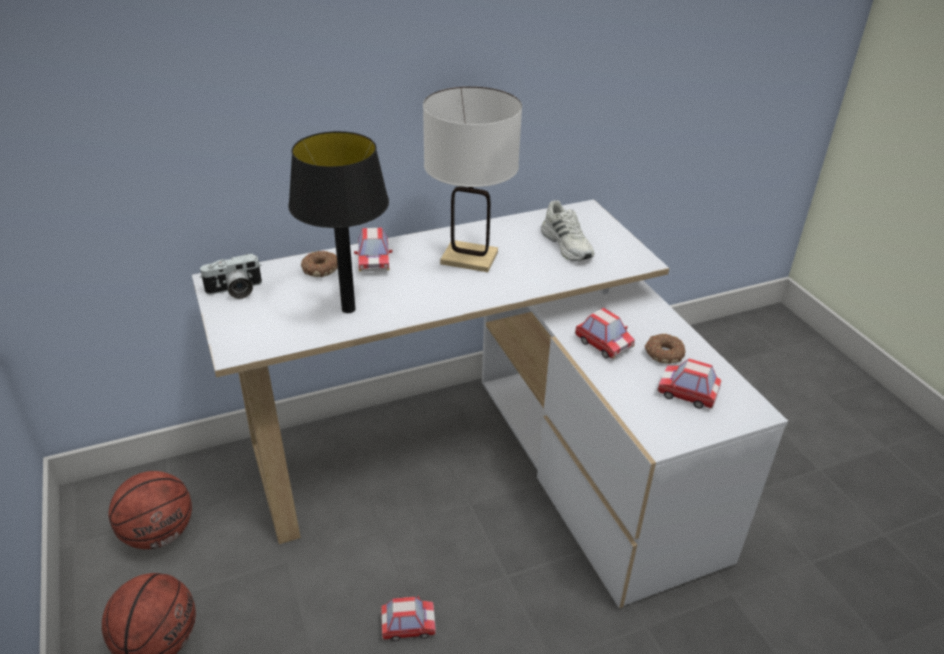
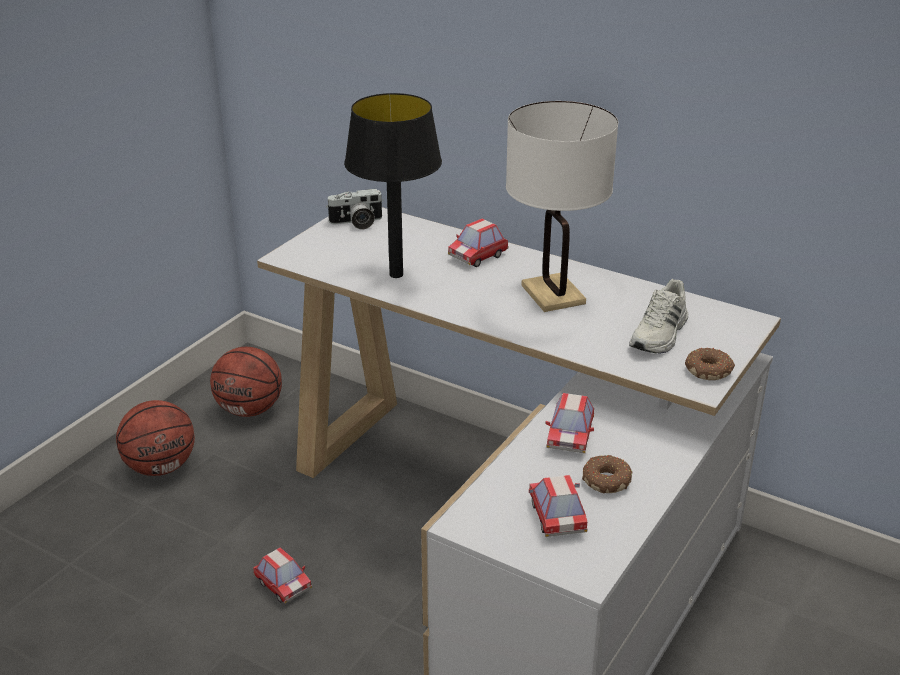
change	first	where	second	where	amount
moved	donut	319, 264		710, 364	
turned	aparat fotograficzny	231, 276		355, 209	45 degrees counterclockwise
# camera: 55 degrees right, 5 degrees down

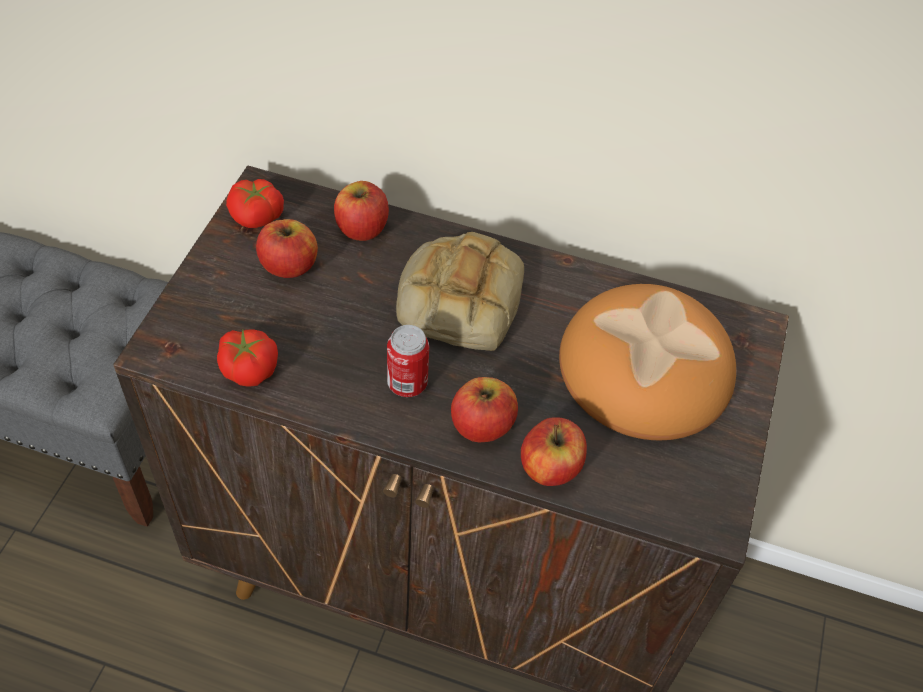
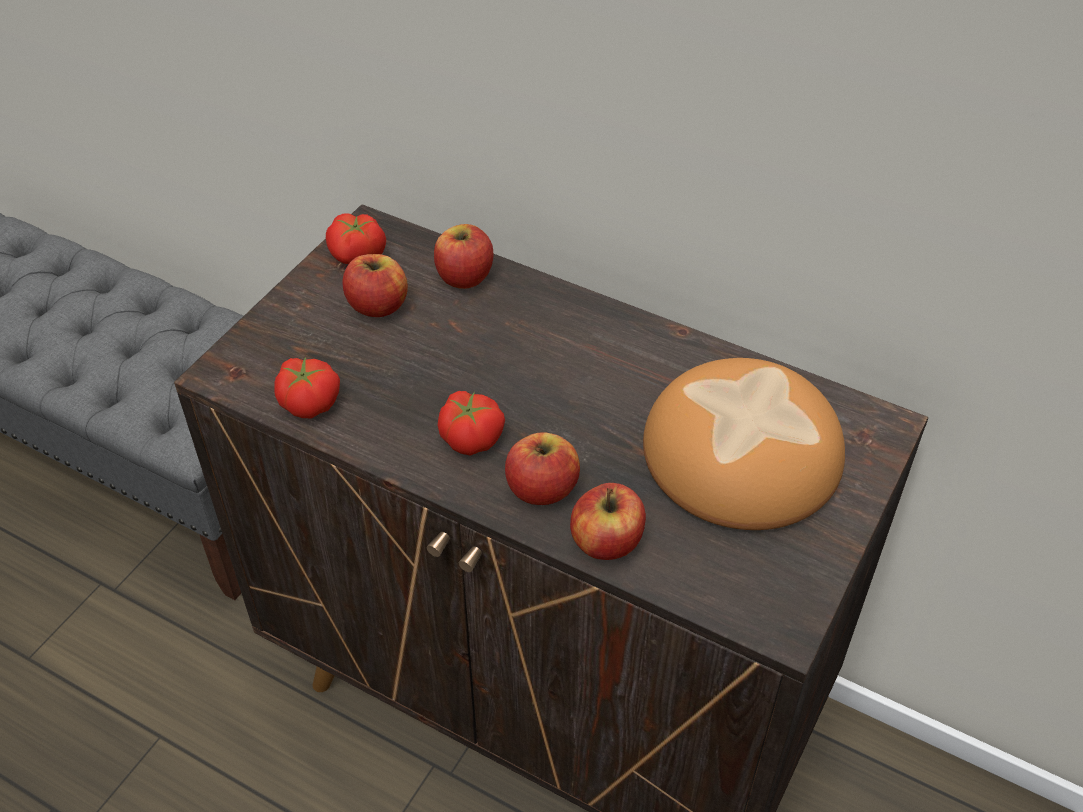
change	first	where	second	where	amount
removed	chleb	460, 291			
replaced	puszka	408, 361	pomidor	471, 423	
# camera: 15 degrees right, 5 degrees down

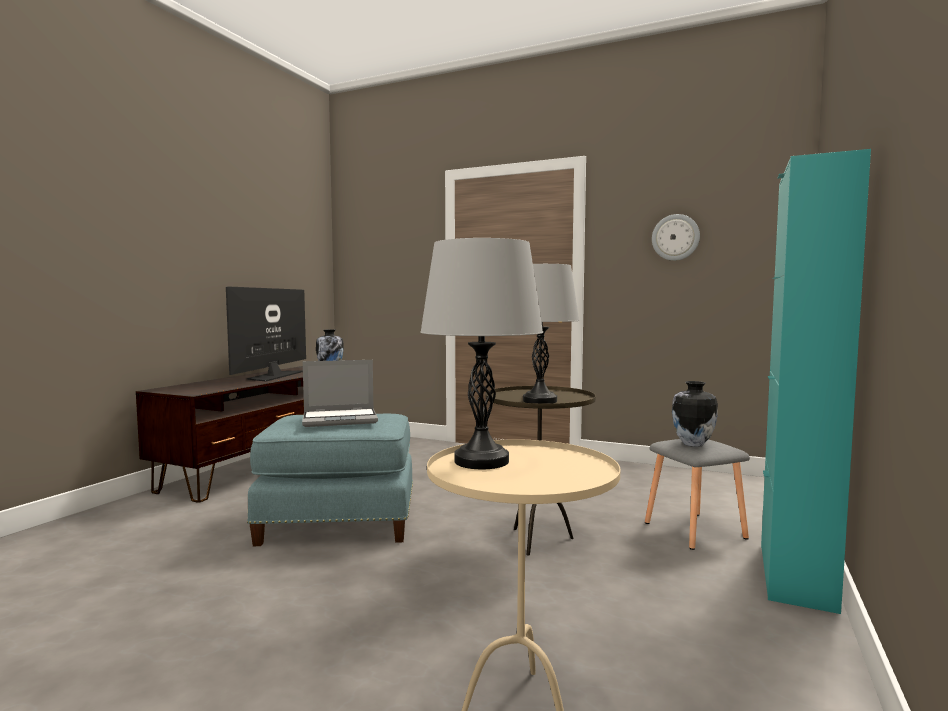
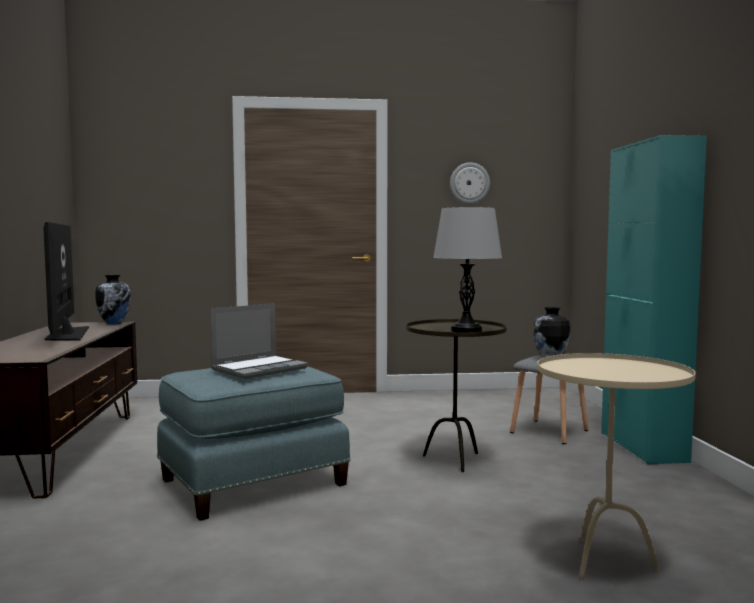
change	first	where	second	where	amount
removed	lampa stołowa/szary	481, 353			
# camera: 30 degrees left, 0 degrees up

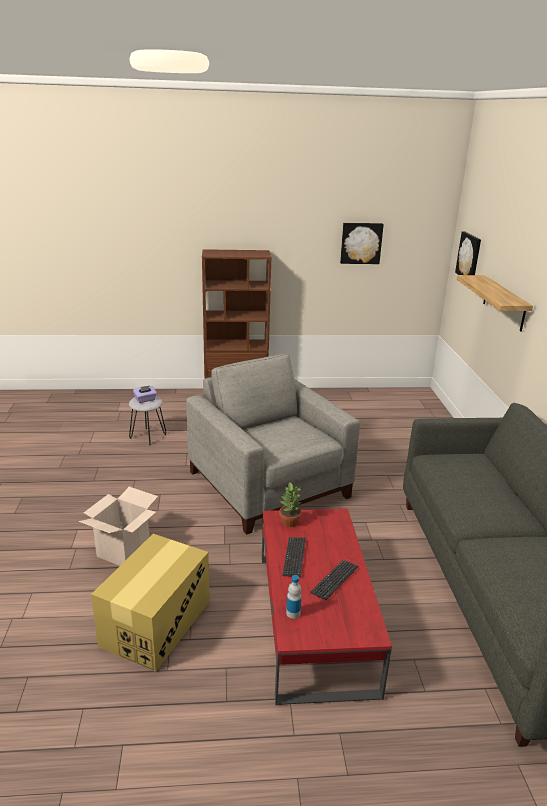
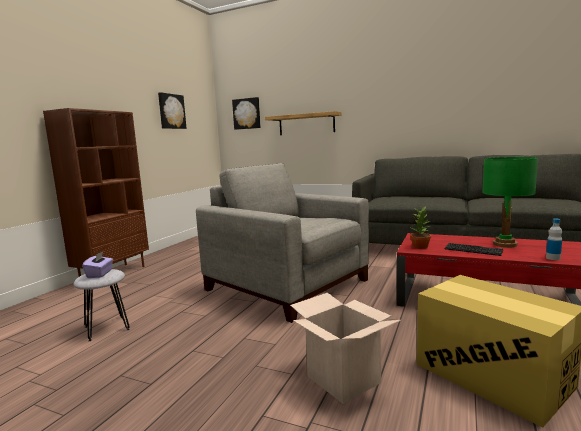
change	first	where	second	where	amount
turned	fotel/szary	273, 444		282, 243	45 degrees clockwise
replaced	klawiatura	334, 580	lampa stołowa/zielony	510, 202	
# camera: 60 degrees left, 15 degrees down

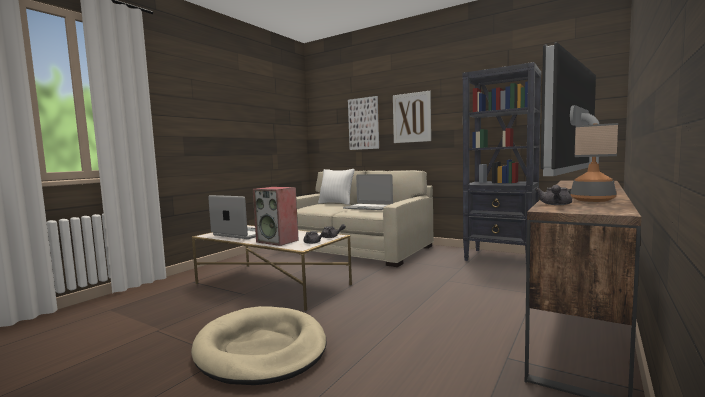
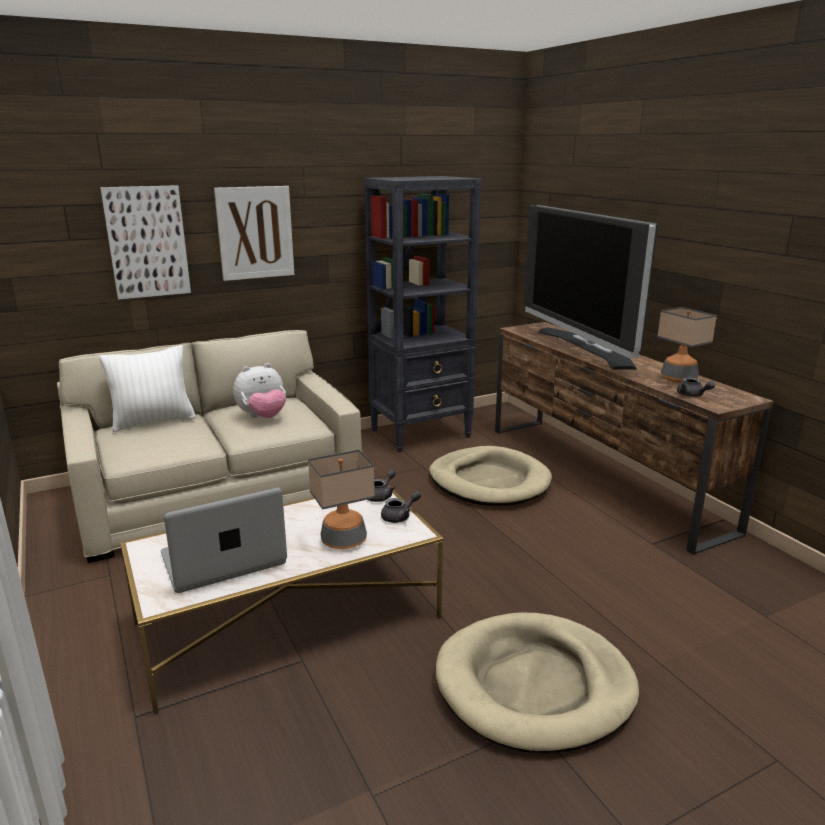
change	first	where	second	where	amount
replaced	laptop	368, 192	pluszak	259, 390	
replaced	głośnik	276, 216	lampa stołowa	341, 499	
added			legowisko/beżowy	490, 476	
# camera: 60 degrees left, 15 degrees up

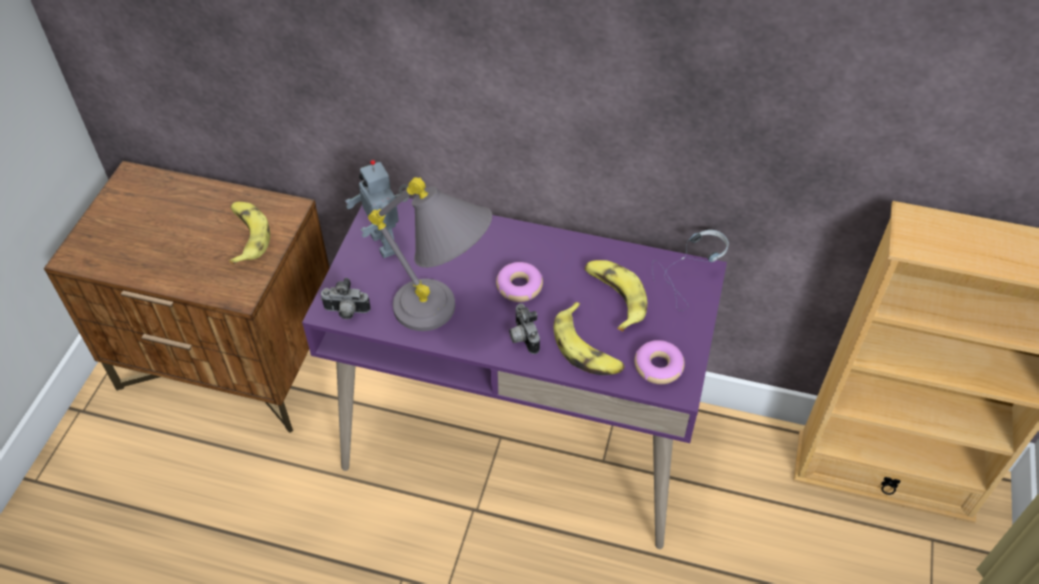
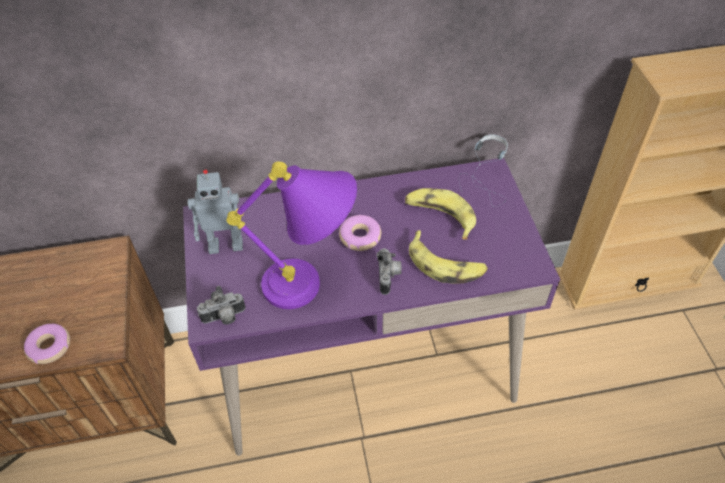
change	first	where	second	where	amount
turned	robot zabawkowy	377, 209		215, 211	45 degrees counterclockwise
recoloured	lampa stołowa/szary	430, 254	lampa stołowa/fioletowy	292, 235	
removed	banan	249, 233			
turned	aparat fotograficzny	524, 328		389, 271	135 degrees counterclockwise
moved	donut	660, 362		47, 344	
# camera: 25 degrees left, 0 degrees up

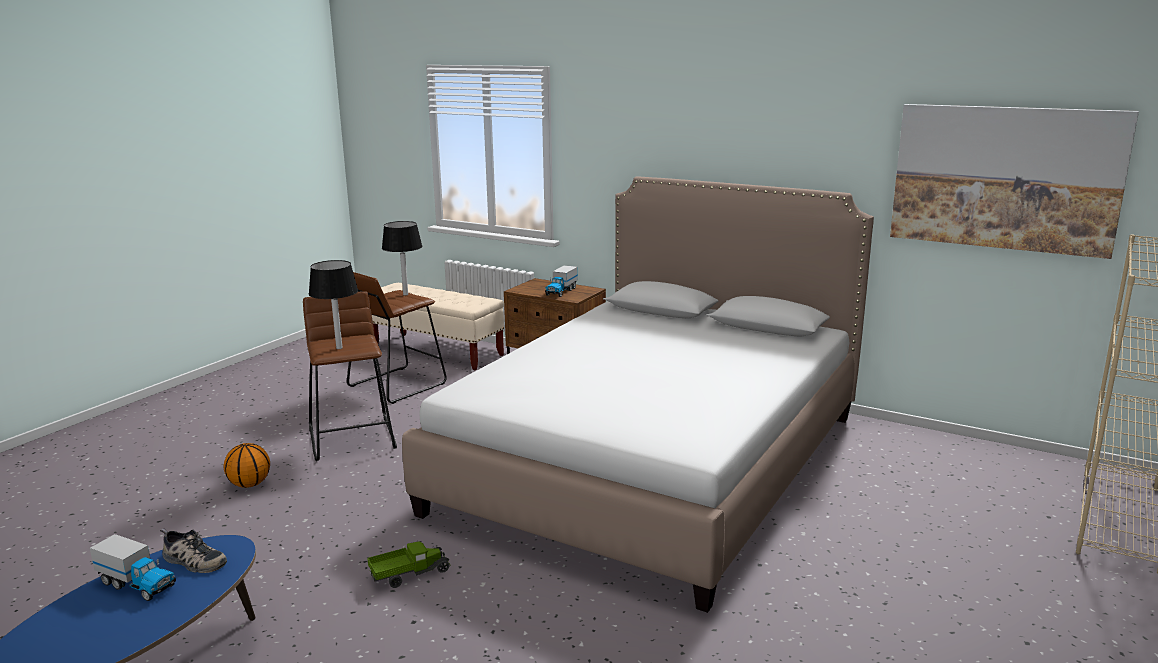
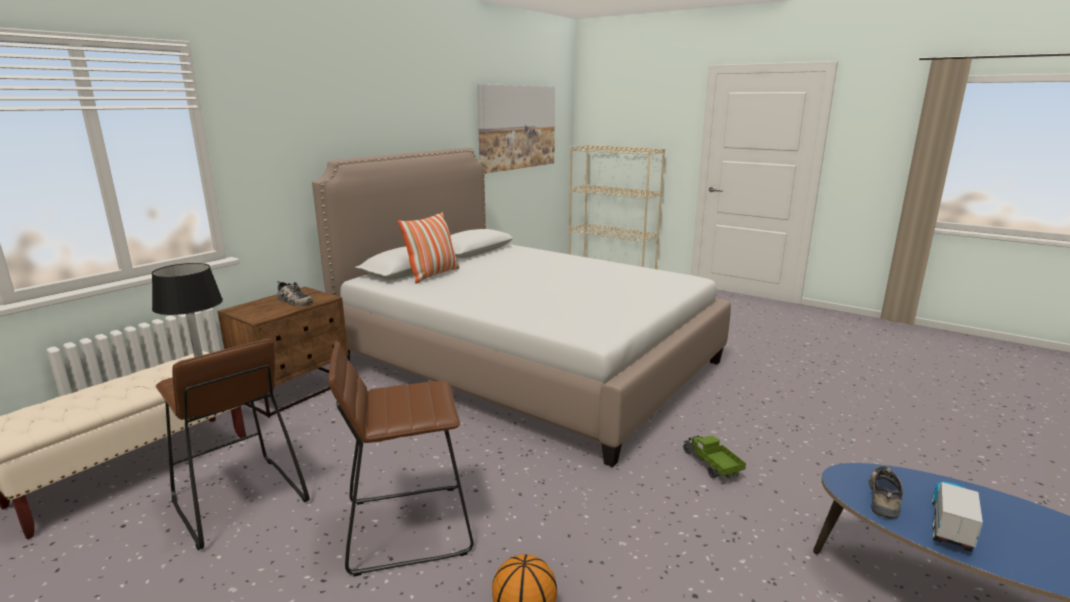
change	first	where	second	where	amount
removed	lampa stołowa/czarny	333, 304			
replaced	ciężarówka zabawkowa	561, 281	but	295, 293	
added			poduszka	429, 247	
# camera: 85 degrees left, 0 degrees up

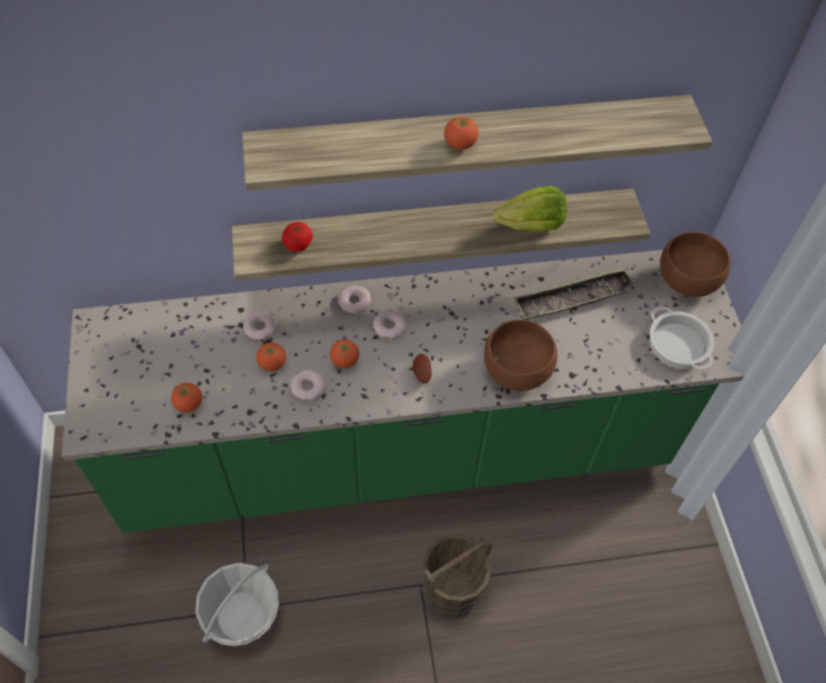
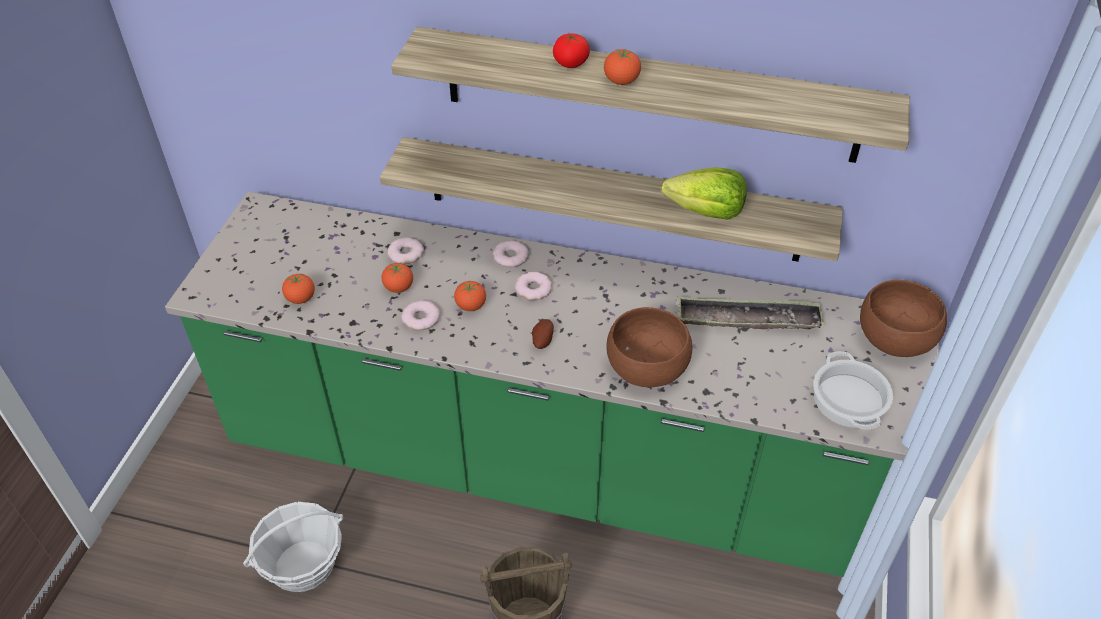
change	first	where	second	where	amount
moved	pomidor	297, 237		571, 50	
# camera: 25 degrees right, 10 degrees down

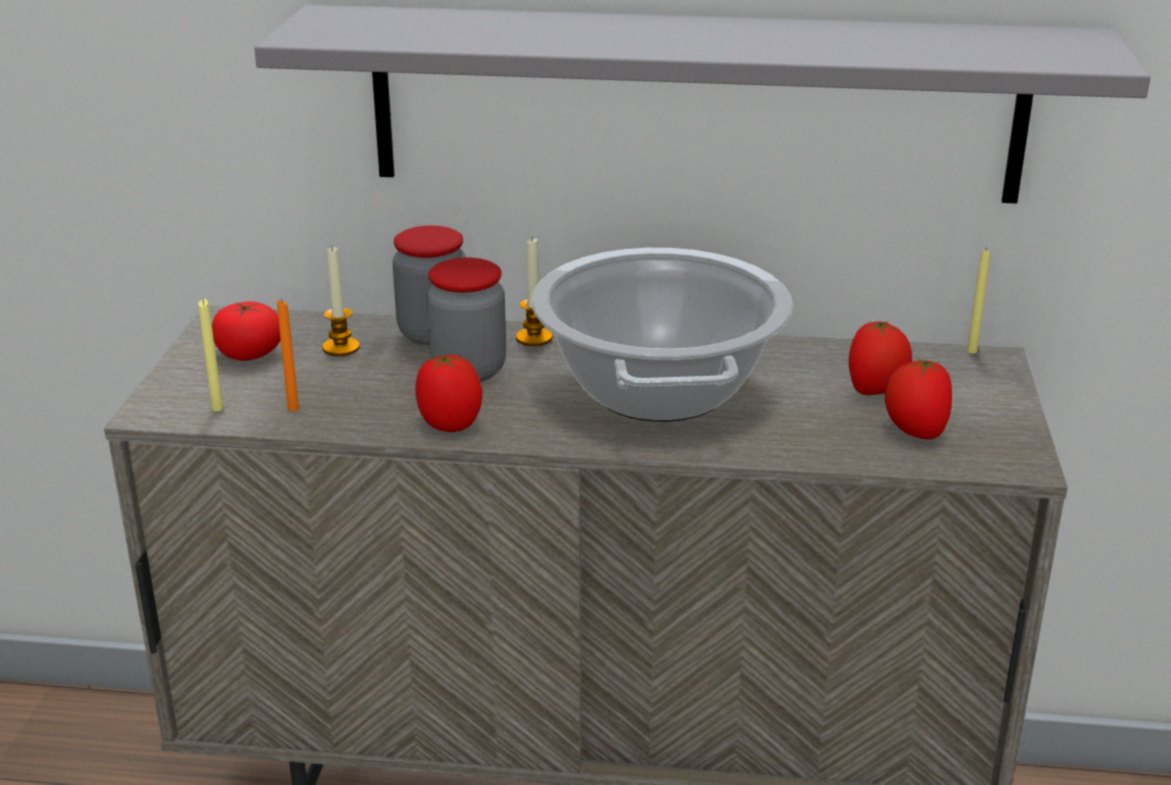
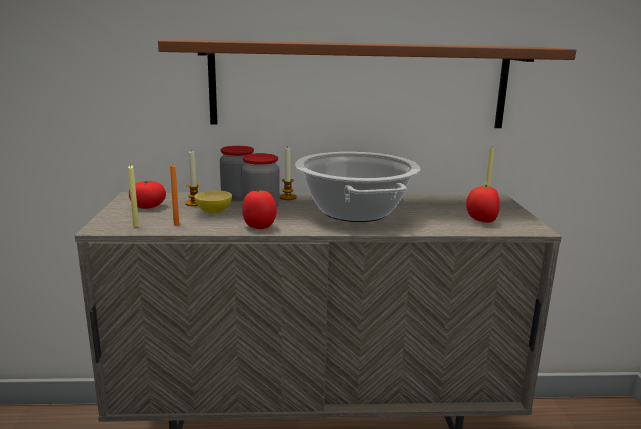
change	first	where	second	where	amount
recoloured	półka/szary	702, 104	półka/brązowy	367, 84	
removed	pomidor	880, 358			
added			cytryna	213, 202	
# camera: 10 degrees left, 10 degrees down

